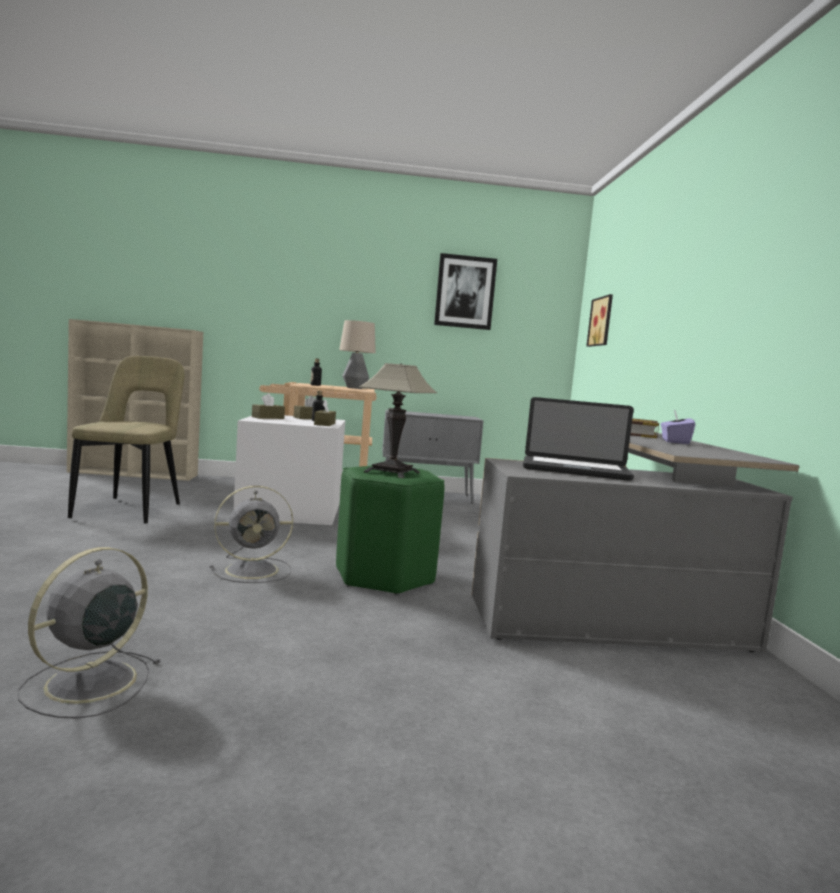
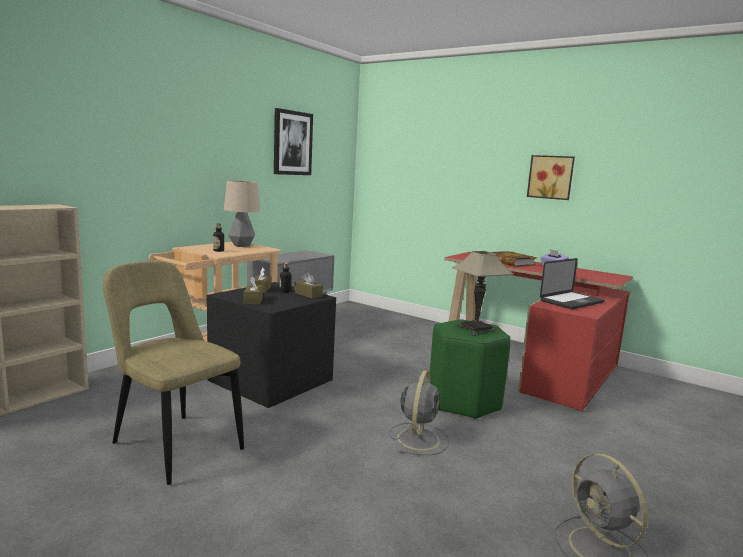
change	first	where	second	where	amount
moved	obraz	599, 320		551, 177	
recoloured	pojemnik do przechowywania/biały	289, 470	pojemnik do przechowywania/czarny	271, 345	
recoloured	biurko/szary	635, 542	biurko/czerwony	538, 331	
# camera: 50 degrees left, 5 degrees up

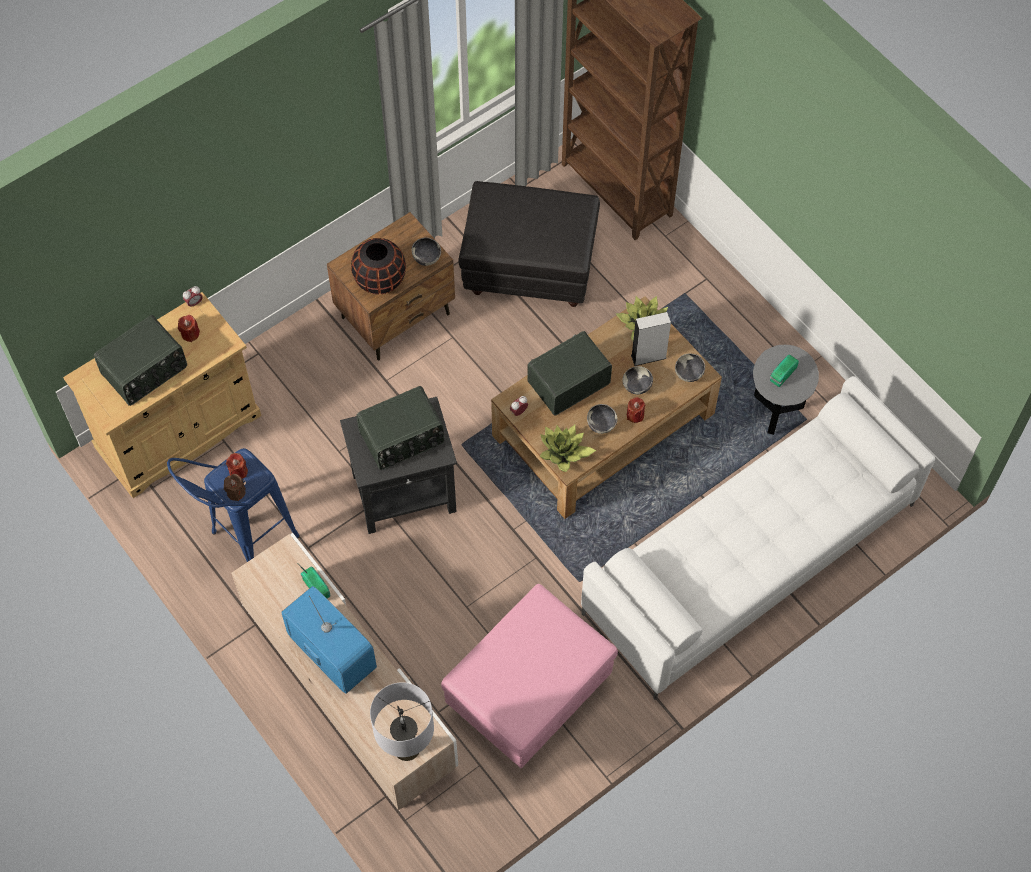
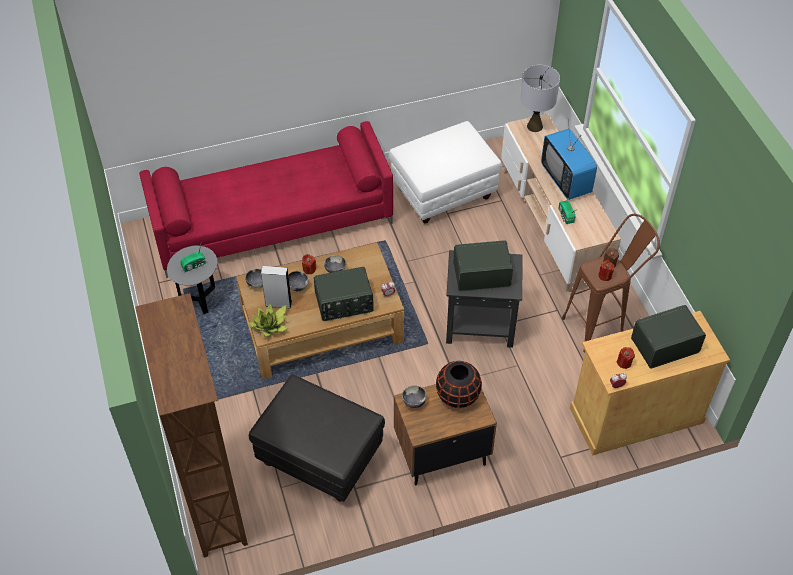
change	first	where	second	where	amount
recoloured	kanapa/biały	758, 538	kanapa/czerwony	266, 199	
removed	roślina doniczkowa	568, 448			
recoloured	stołek/niebieski	233, 505	stołek/brązowy	611, 283	
recoloured	pufa/różowy	529, 676	pufa/biały	445, 172	
# camera: 160 degrees left, 10 degrees down

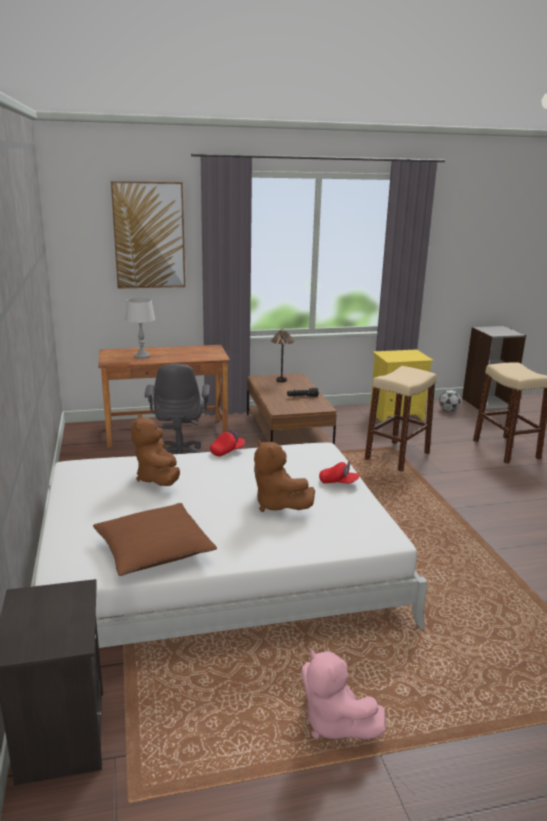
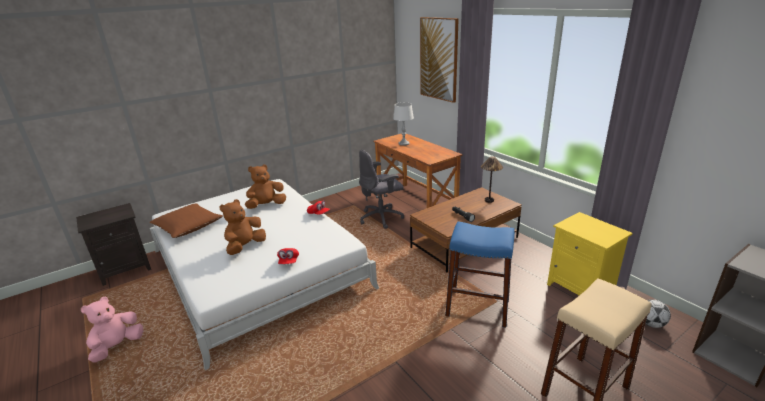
change	first	where	second	where	amount
recoloured	stołek/beżowy	400, 419	stołek/niebieski	480, 275	
# camera: 70 degrees right, 5 degrees up

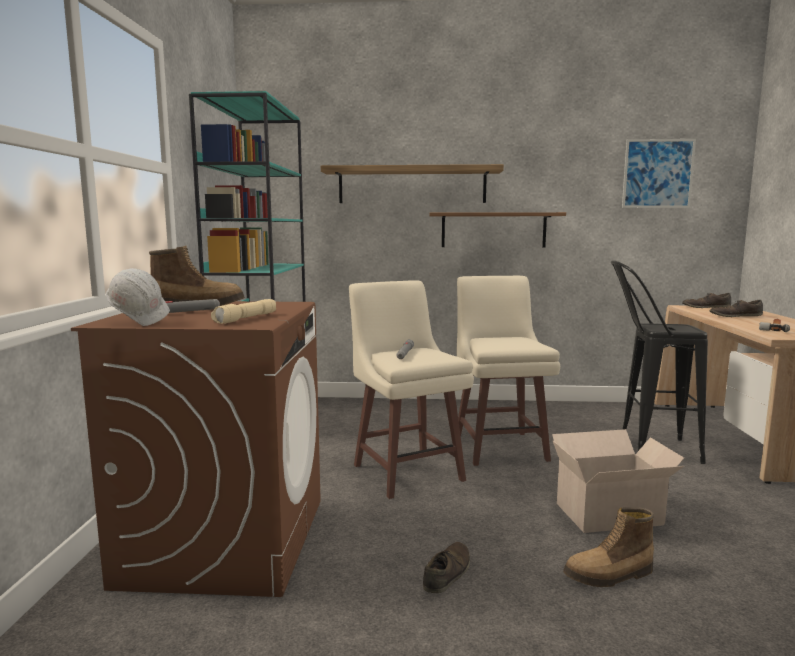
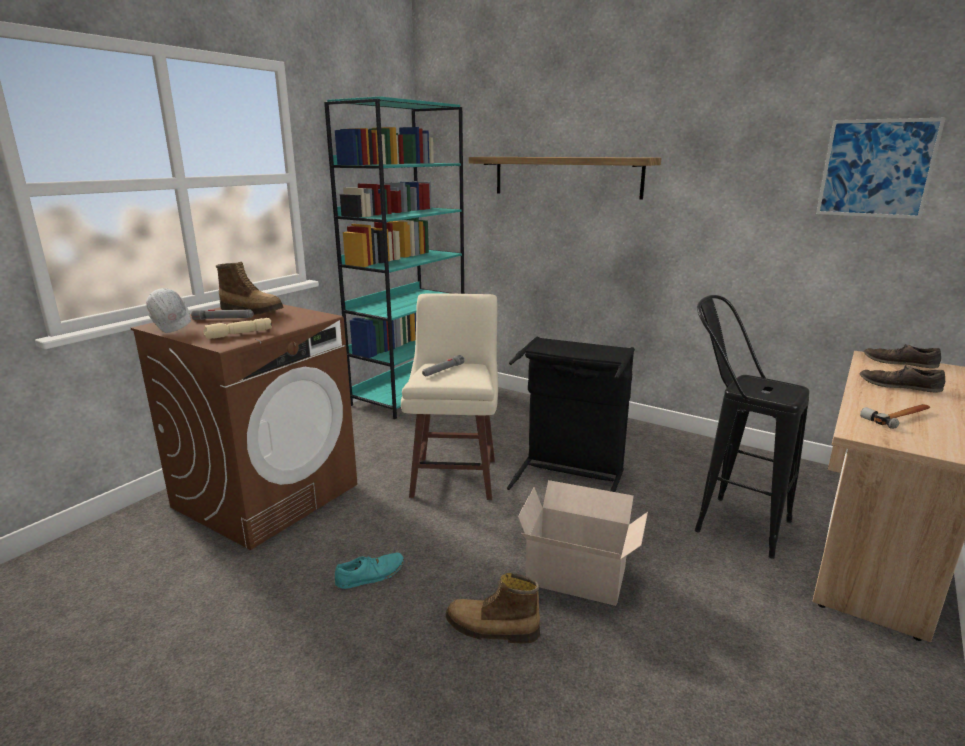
change	first	where	second	where	amount
removed	półka	497, 229			
replaced	stołek/beżowy	508, 371	kosz na pranie/czarny	571, 414	
recoloured	but/brązowy	446, 567	but/turkusowy	369, 571	
# camera: 30 degrees right, 10 degrees up

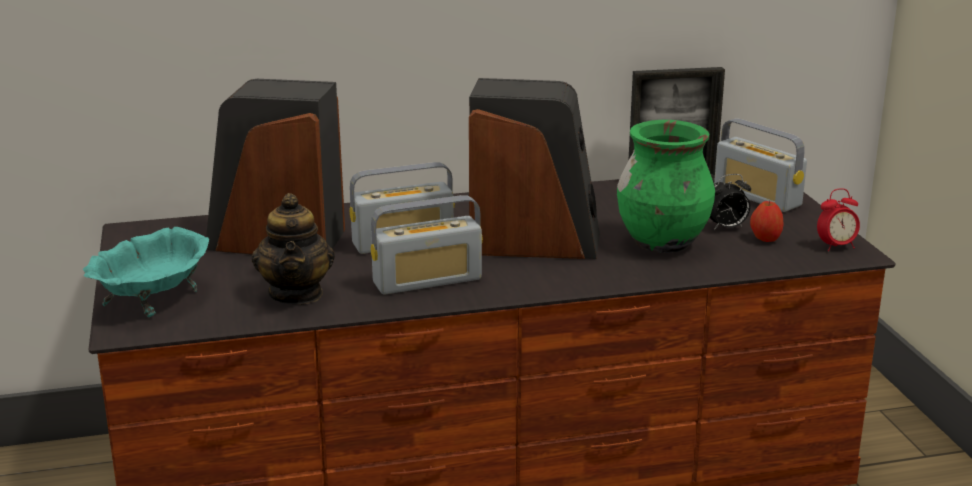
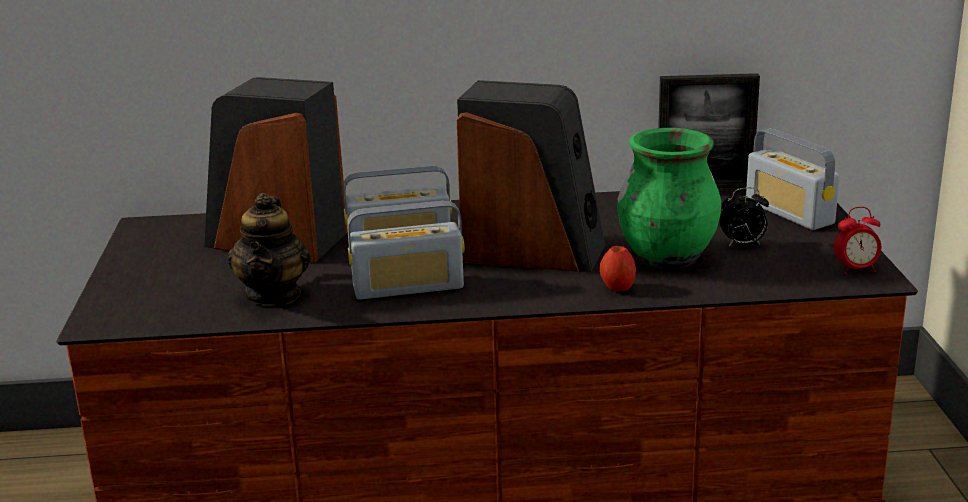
change	first	where	second	where	amount
moved	jabłko	767, 221		618, 269	
removed	miska/turkusowy	146, 272			
# camera: 10 degrees right, 0 degrees up

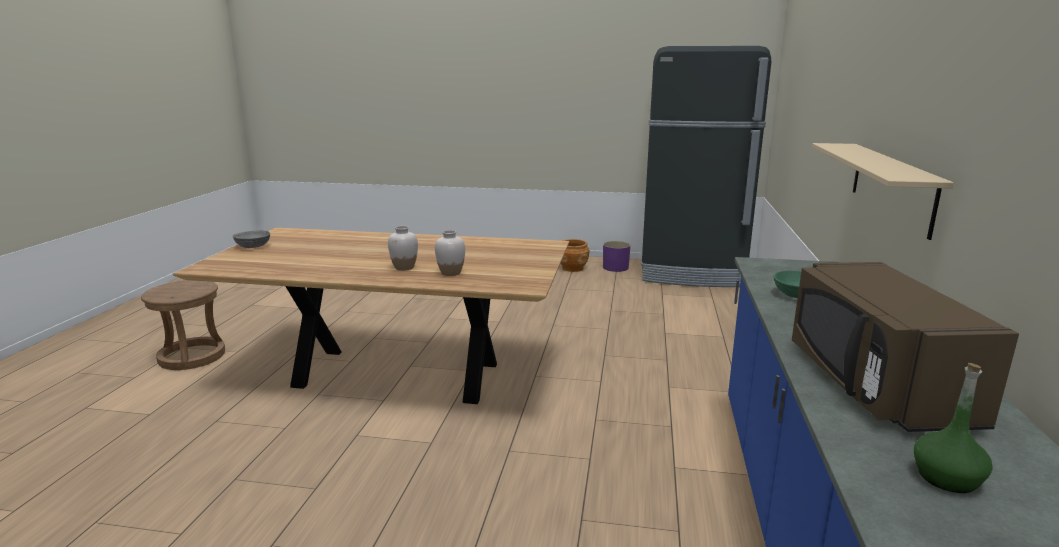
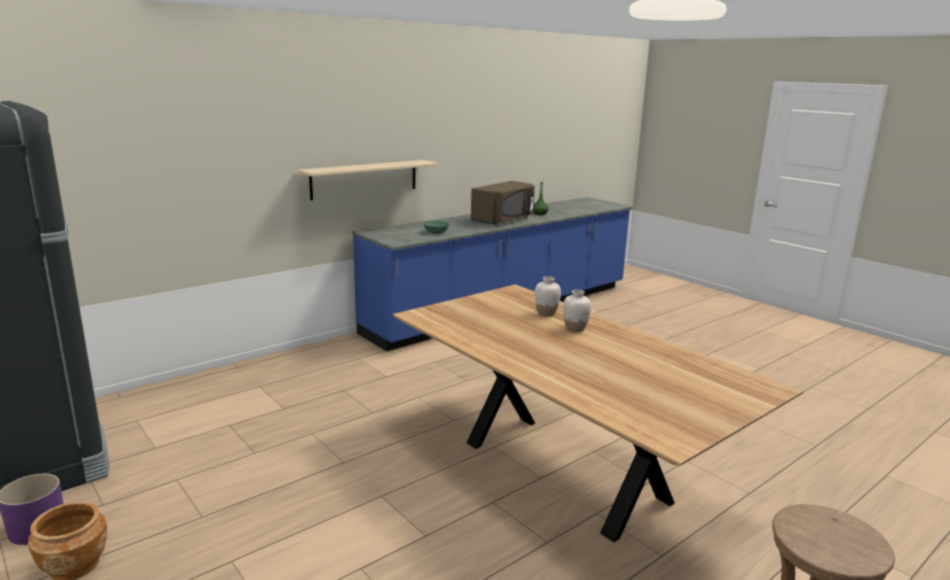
change	first	where	second	where	amount
removed	miska/szary	251, 239			
# camera: 140 degrees left, 0 degrees up

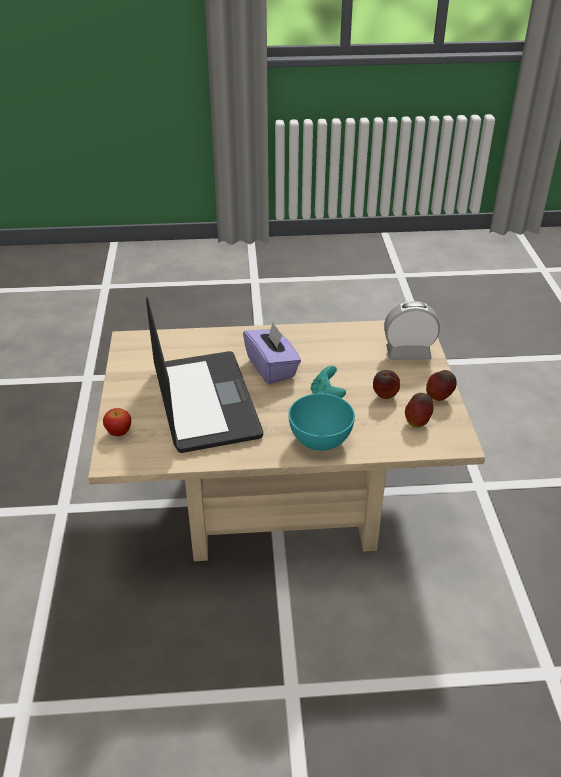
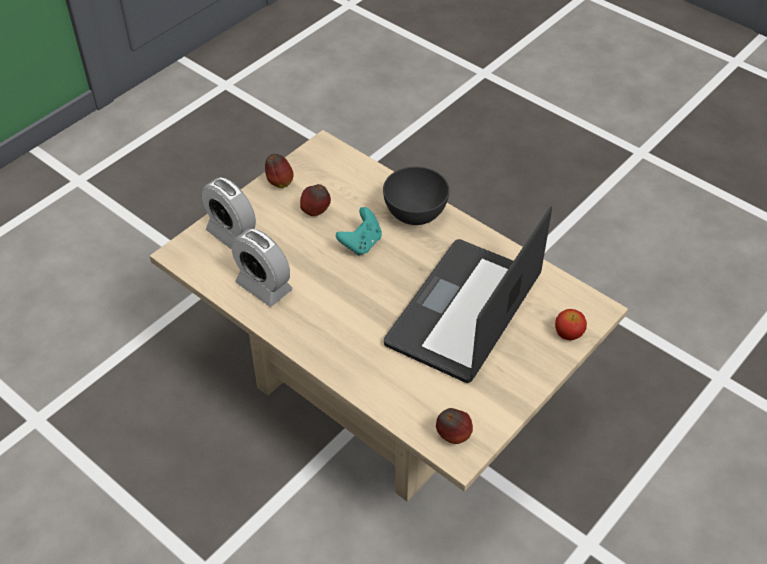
change	first	where	second	where	amount
removed	pudełko chusteczek/fioletowy	272, 353			
recoloured	miska/turkusowy	321, 422	miska/szary	416, 196	
moved	jabłko	419, 410		454, 426	
added			budzik	262, 267	
# camera: 135 degrees left, 10 degrees up

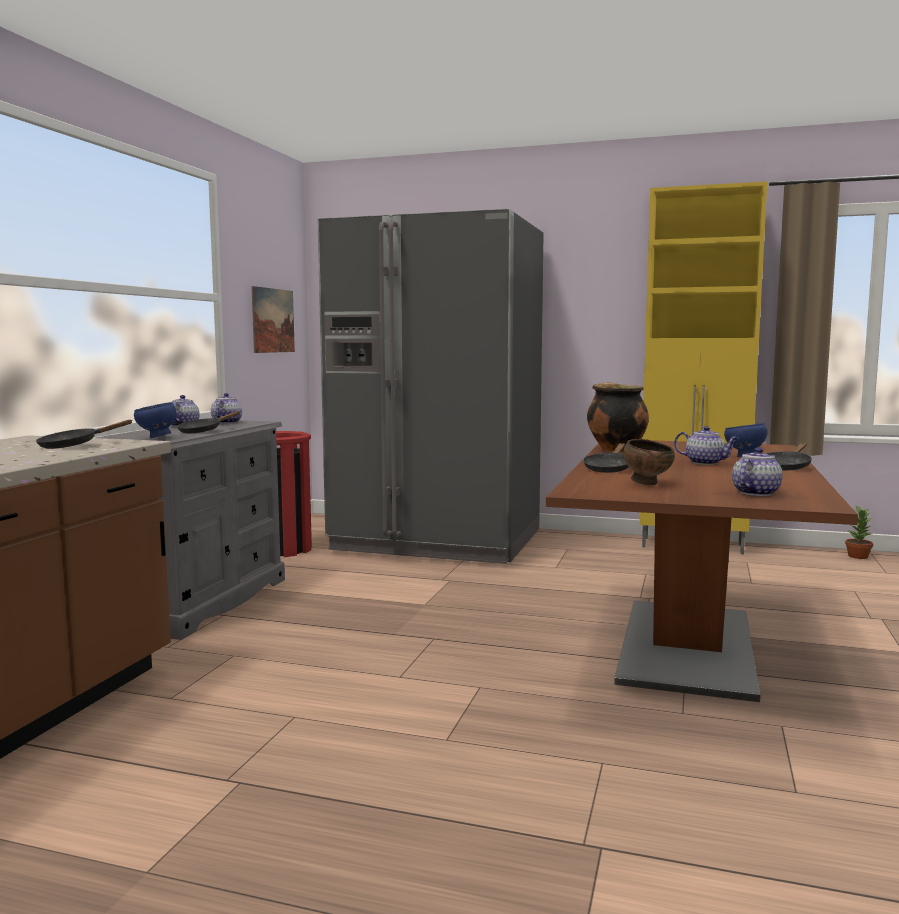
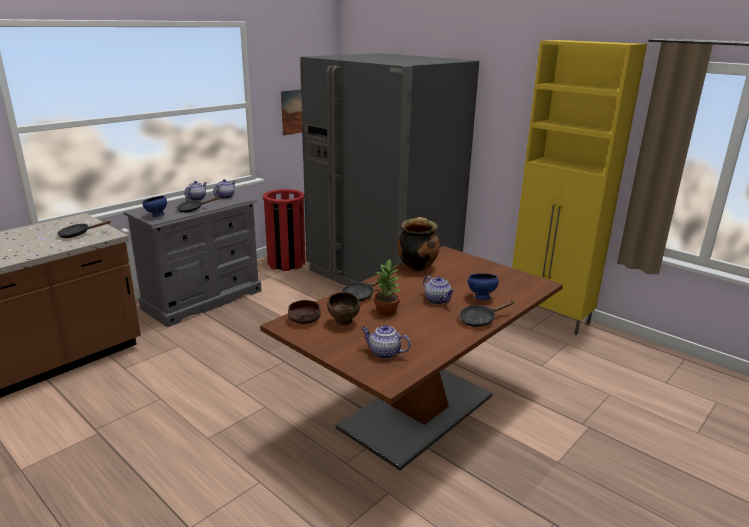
change	first	where	second	where	amount
turned	imbryk	757, 471		386, 342	135 degrees counterclockwise
moved	roślina doniczkowa	859, 532		387, 287	
added			miska/brązowy	304, 312	
# camera: 25 degrees right, 15 degrees up

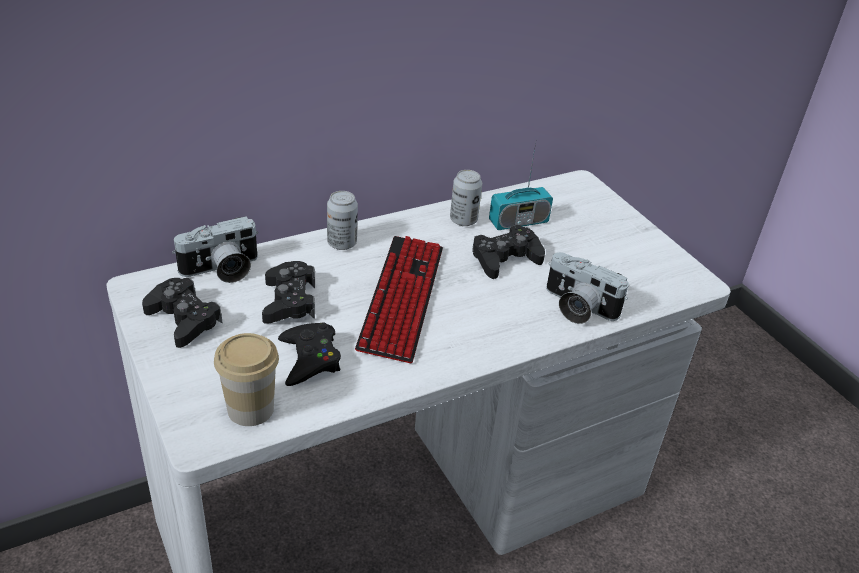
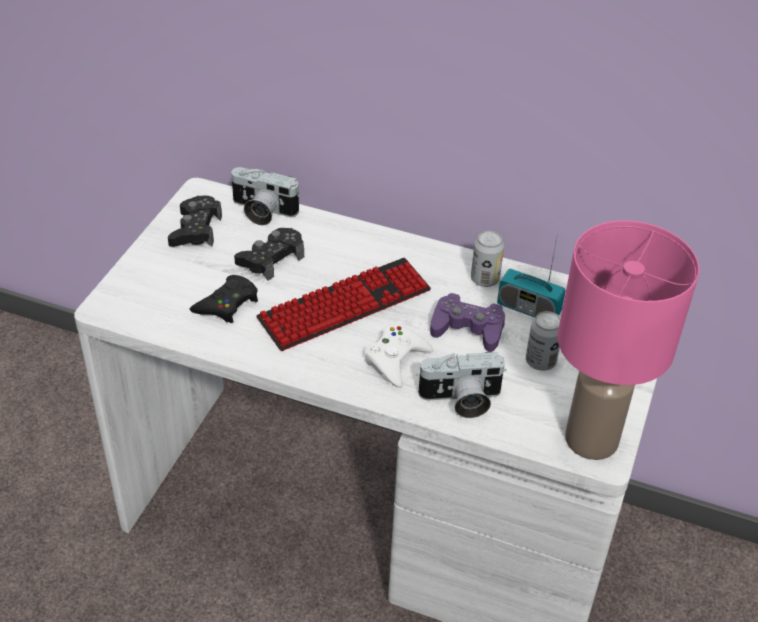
change	first	where	second	where	amount
moved	puszka	342, 220		543, 341	
recoloured	pad do gier/czarny	508, 252	pad do gier/fioletowy	467, 322	
turned	aparat fotograficzny	587, 288		461, 384	90 degrees counterclockwise
removed	filiżanka	246, 379			
added			lampa stołowa/różowy	629, 340	
added			pad do gier/biały	398, 356	
# camera: 50 degrees right, 5 degrees up

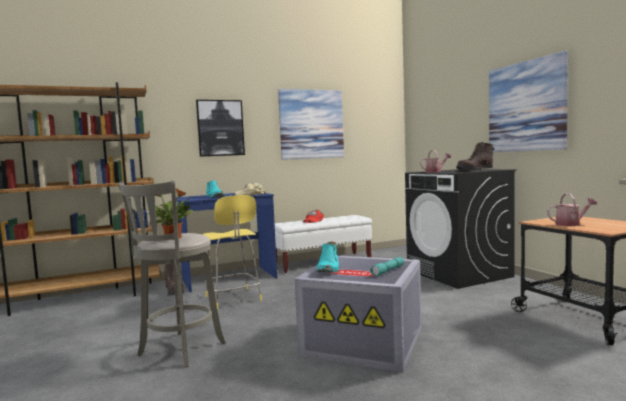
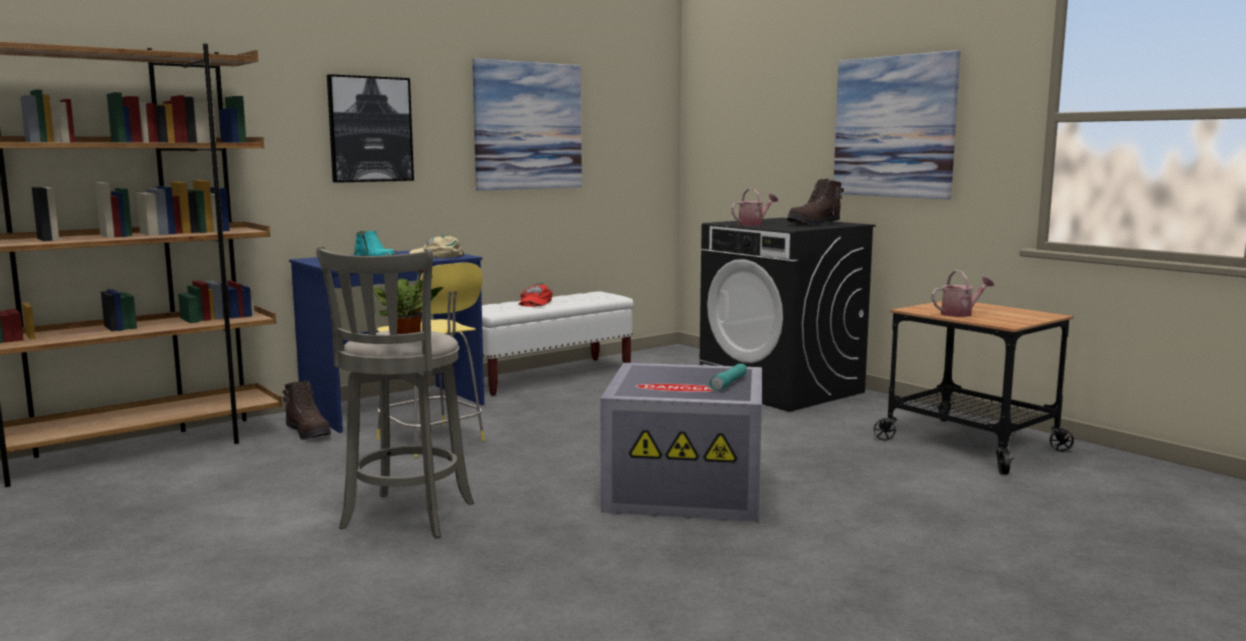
change	first	where	second	where	amount
removed	but z cholewką/turkusowy	327, 257			
# camera: 15 degrees left, 5 degrees up

